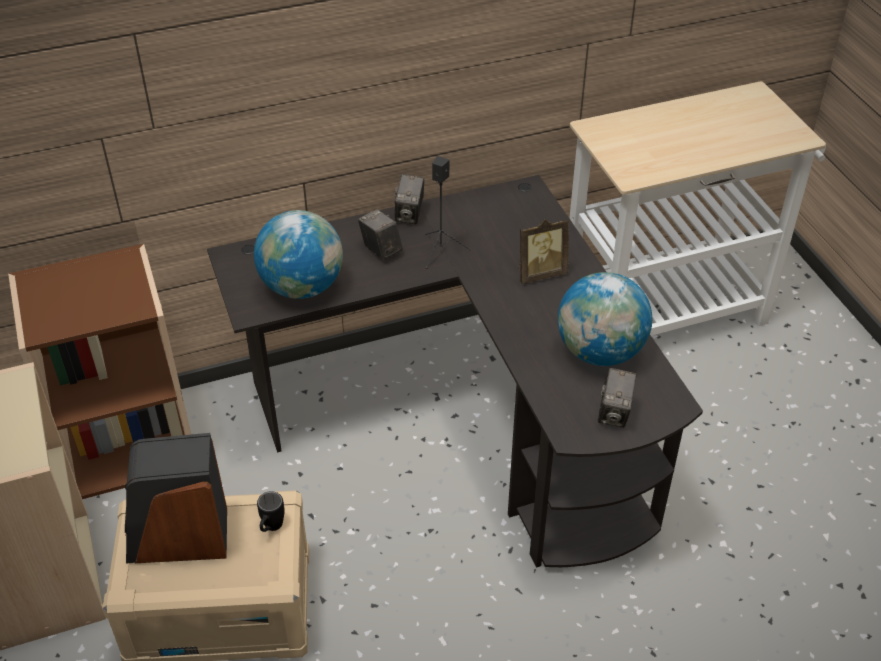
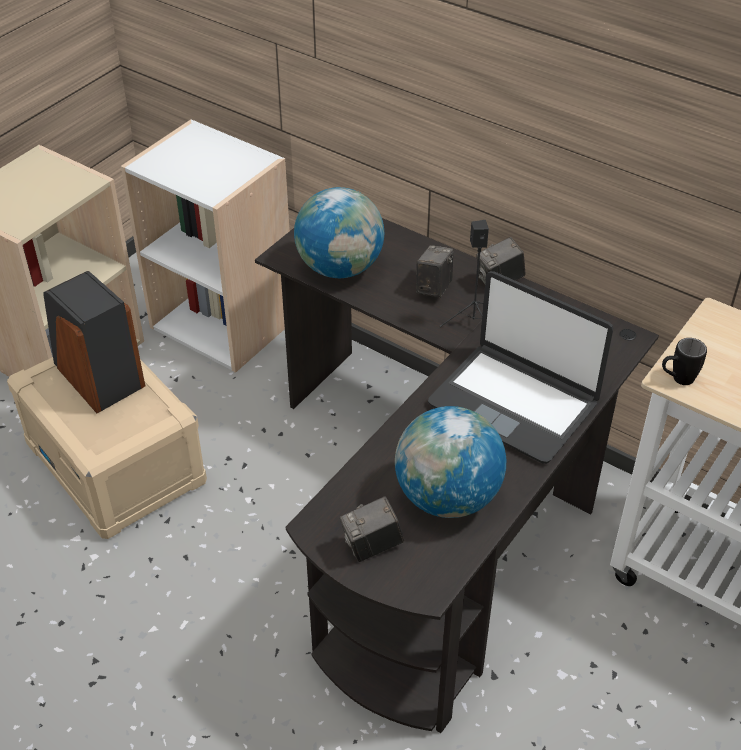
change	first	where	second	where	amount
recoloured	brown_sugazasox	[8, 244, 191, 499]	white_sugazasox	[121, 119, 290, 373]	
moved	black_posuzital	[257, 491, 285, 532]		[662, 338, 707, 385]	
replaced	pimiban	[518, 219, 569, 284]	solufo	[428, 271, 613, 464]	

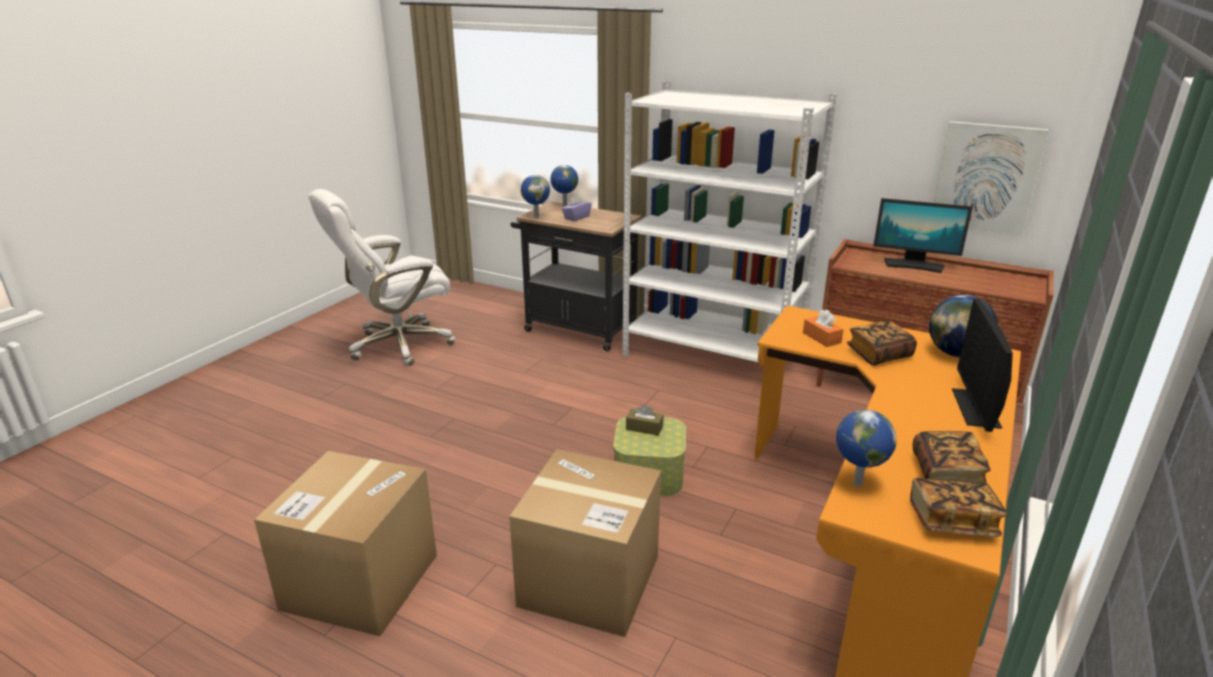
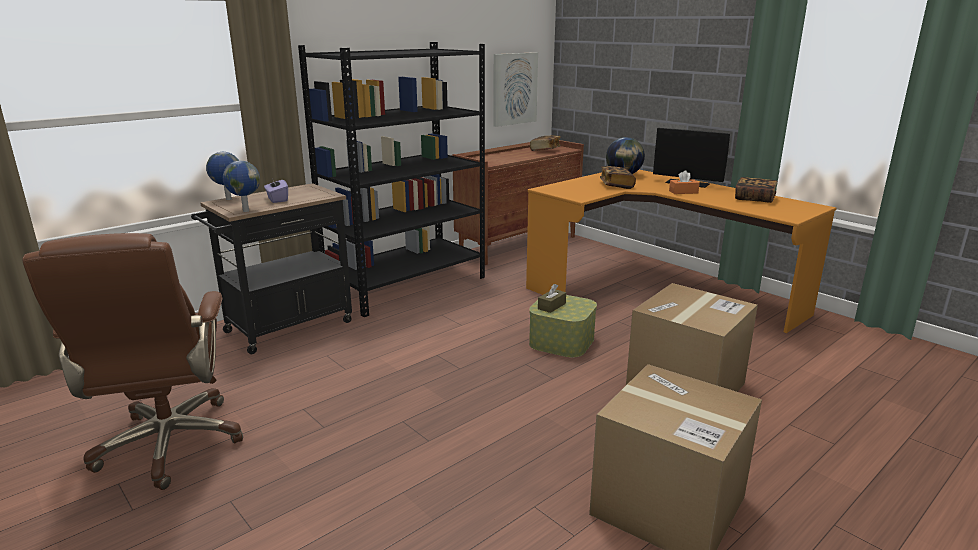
change	first	where	second	where	amount
recoloured	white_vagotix	[308, 189, 456, 366]	brown_vagotix	[23, 233, 243, 490]	
recoloured	white_sugazasox	[623, 81, 837, 362]	black_sugazasox	[298, 42, 485, 317]	
moved	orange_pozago	[803, 309, 844, 347]		[669, 170, 700, 194]	
removed	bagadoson	[836, 410, 897, 486]			
removed	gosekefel	[873, 198, 973, 273]			
moved	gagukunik	[910, 478, 1007, 537]		[530, 136, 561, 151]	

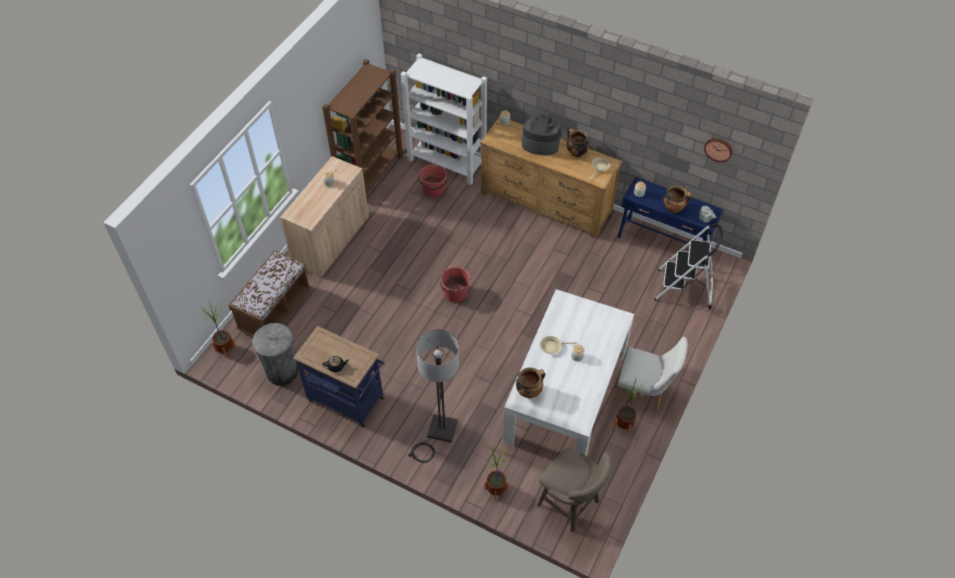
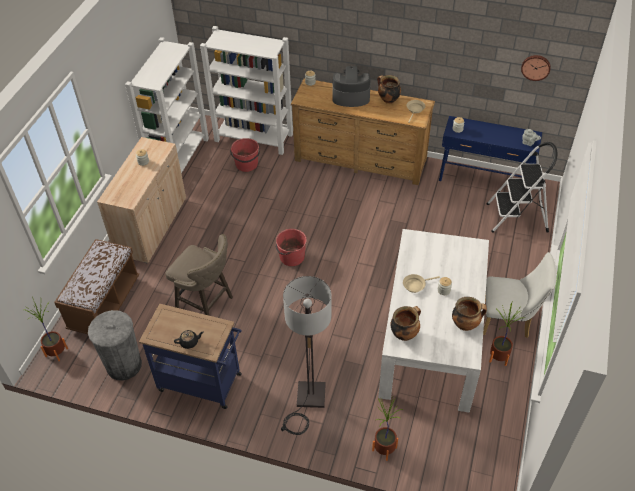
change	first	where	second	where	amount
recoloured	brown_sugazasox	[322, 59, 403, 201]	white_sugazasox	[125, 37, 209, 173]	
moved	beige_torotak	[538, 448, 612, 533]		[165, 234, 233, 315]	
moved	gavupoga	[663, 185, 692, 213]		[452, 297, 487, 331]	

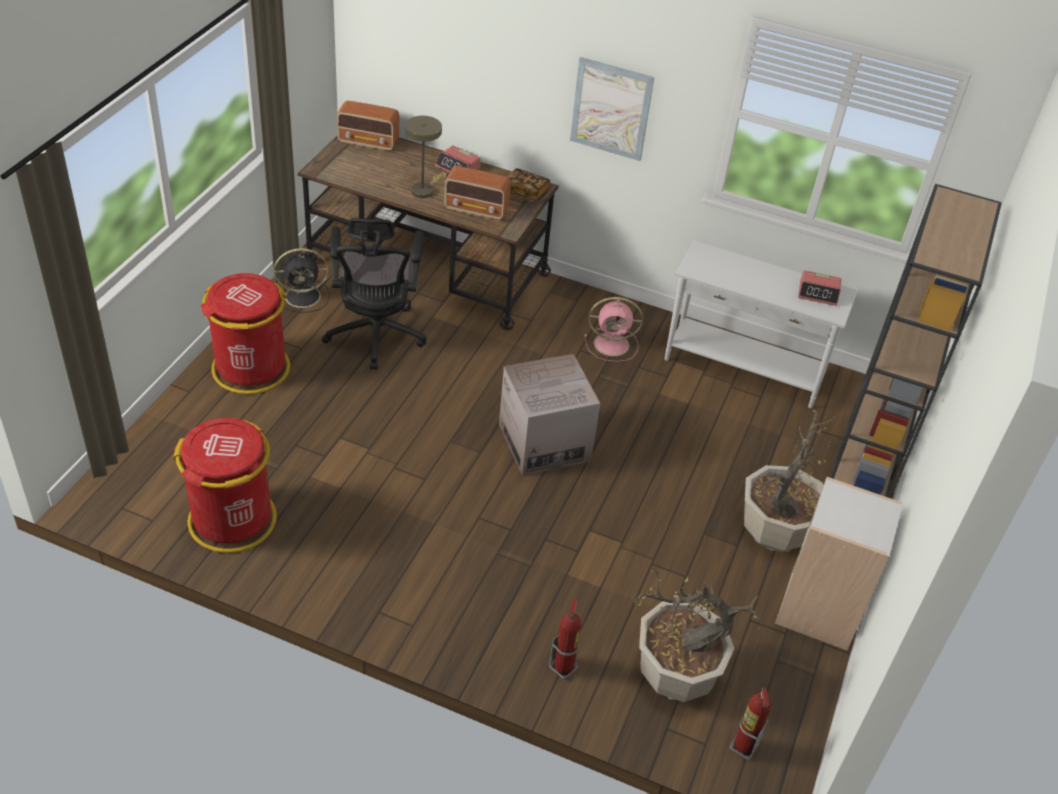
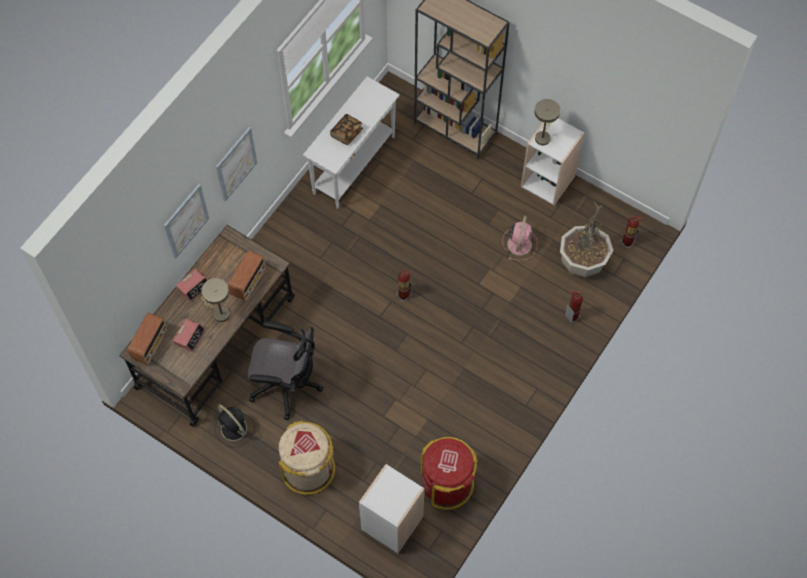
change	first	where	second	where	amount
recoloured	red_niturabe	[201, 273, 290, 394]	beige_niturabe	[279, 421, 335, 495]	
turned	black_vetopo	[274, 248, 330, 313]		[215, 404, 255, 448]	135 degrees clockwise
replaced	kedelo	[499, 354, 600, 476]	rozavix	[396, 270, 412, 302]	
moved	gagukunik	[507, 168, 550, 203]		[330, 114, 363, 145]	
moved	pink_vetopo	[584, 297, 643, 362]		[502, 216, 537, 261]	
removed	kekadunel	[744, 409, 837, 552]			
moved	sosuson	[798, 270, 841, 306]		[173, 318, 206, 352]	
added			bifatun	[164, 184, 209, 258]	
added			sugazasox	[359, 464, 425, 553]	
added			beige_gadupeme	[535, 99, 560, 145]	

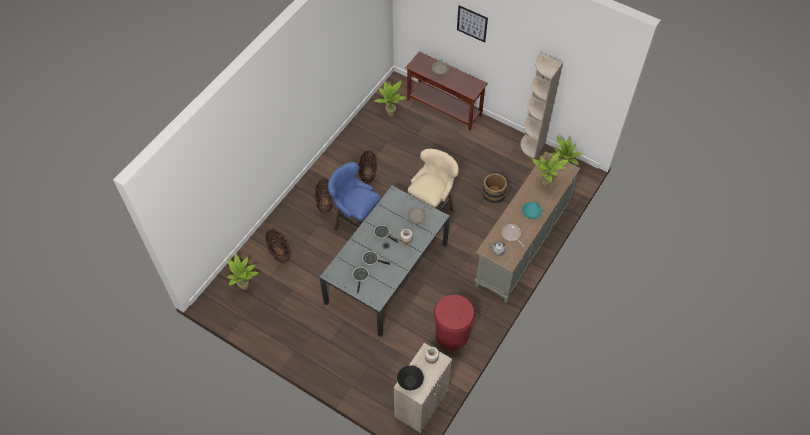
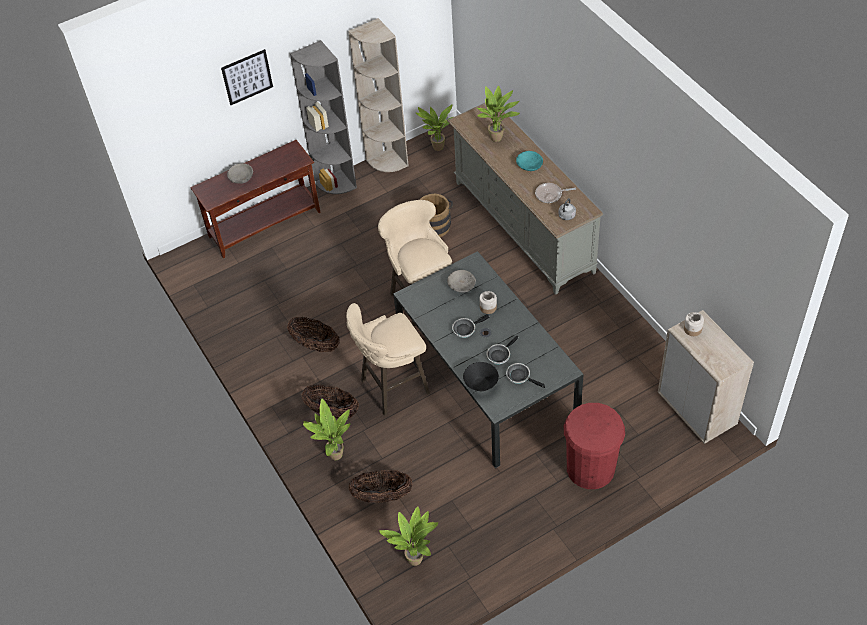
change	first	where	second	where	amount
recoloured	blue_torotak	[328, 162, 381, 231]	beige_torotak	[346, 303, 430, 416]	
moved	kekadunel	[374, 80, 406, 116]		[303, 399, 350, 460]	
moved	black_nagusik	[397, 365, 424, 390]		[463, 362, 499, 391]	
moved	red_niturabe	[434, 295, 475, 350]		[564, 403, 625, 489]	
added			grey_sugazasox	[290, 40, 357, 194]	

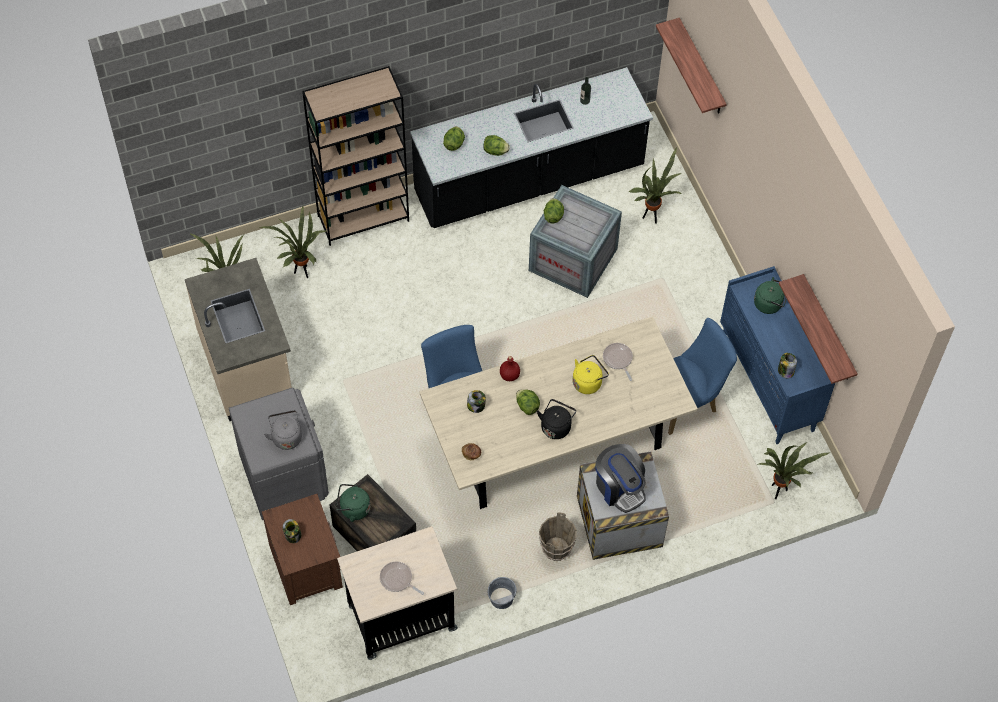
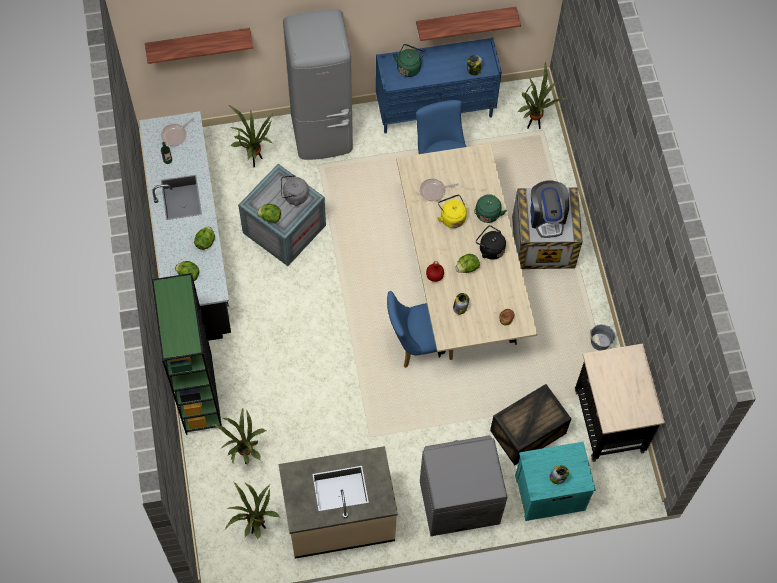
change	first	where	second	where	amount
recoloured	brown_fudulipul	[262, 494, 343, 605]	turquoise_fudulipul	[515, 442, 596, 521]	
moved	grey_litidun	[264, 410, 302, 450]		[281, 175, 309, 206]	
recoloured	beige_sugazasox	[302, 66, 409, 246]	green_sugazasox	[152, 273, 222, 435]	
moved	green_litidun	[336, 484, 370, 522]		[474, 194, 507, 223]	
moved	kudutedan	[380, 561, 424, 595]		[161, 118, 194, 146]	
removed	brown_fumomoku	[539, 512, 577, 561]			
turned	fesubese	[596, 444, 646, 513]		[530, 181, 569, 238]	105 degrees clockwise
added			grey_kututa	[283, 9, 353, 160]	

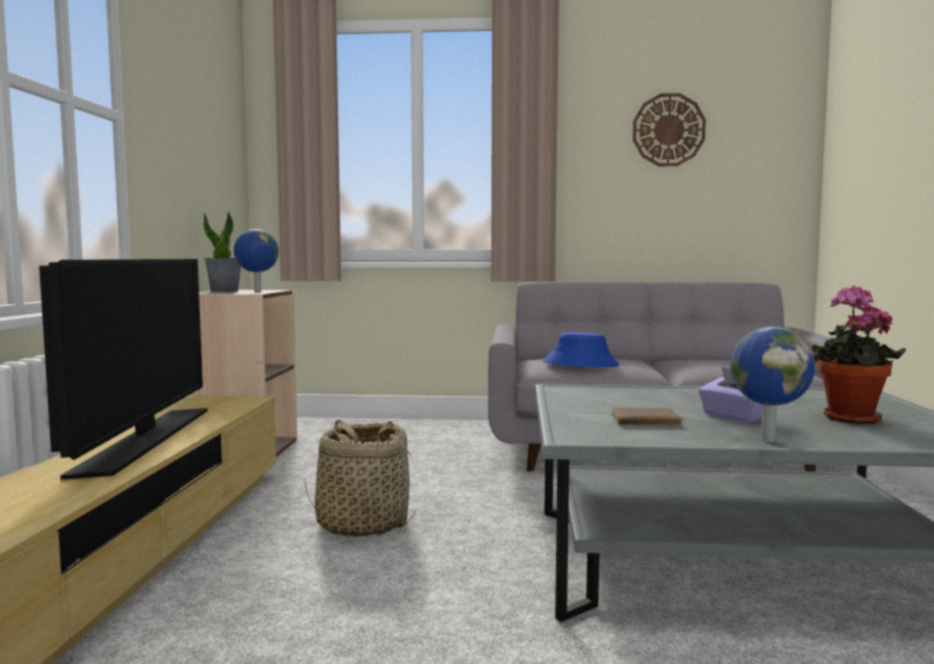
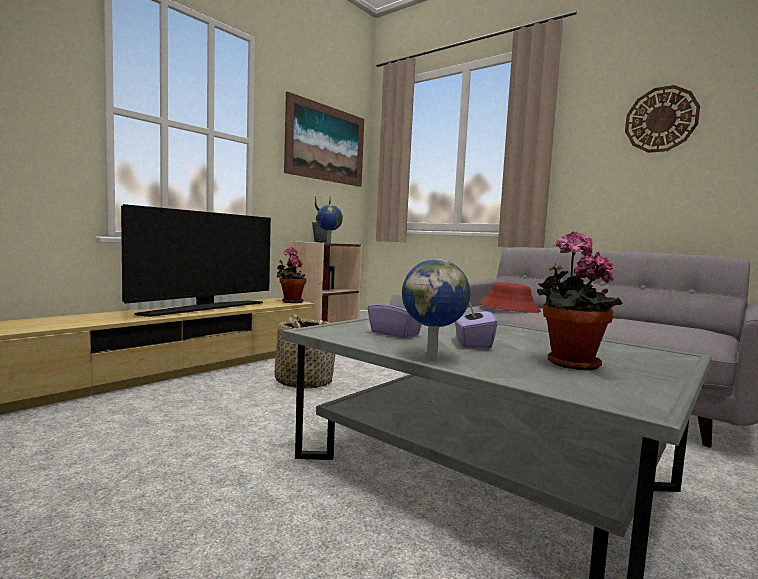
change	first	where	second	where	amount
recoloured	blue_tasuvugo	[543, 332, 619, 367]	red_tasuvugo	[479, 282, 541, 313]	
replaced	brown_gagukunik	[611, 407, 685, 425]	purple_pozago	[368, 294, 422, 339]	
added			kekadunel	[277, 247, 307, 303]	
added			bifatun	[284, 91, 364, 187]	

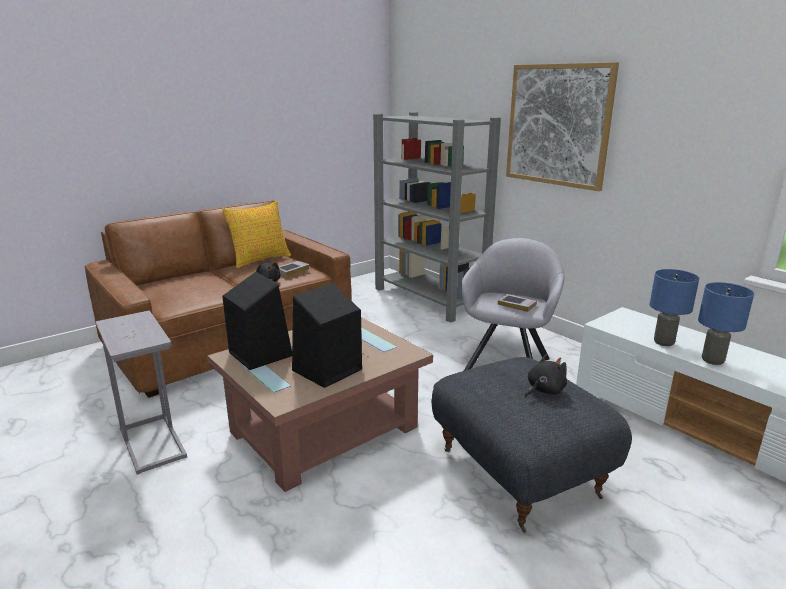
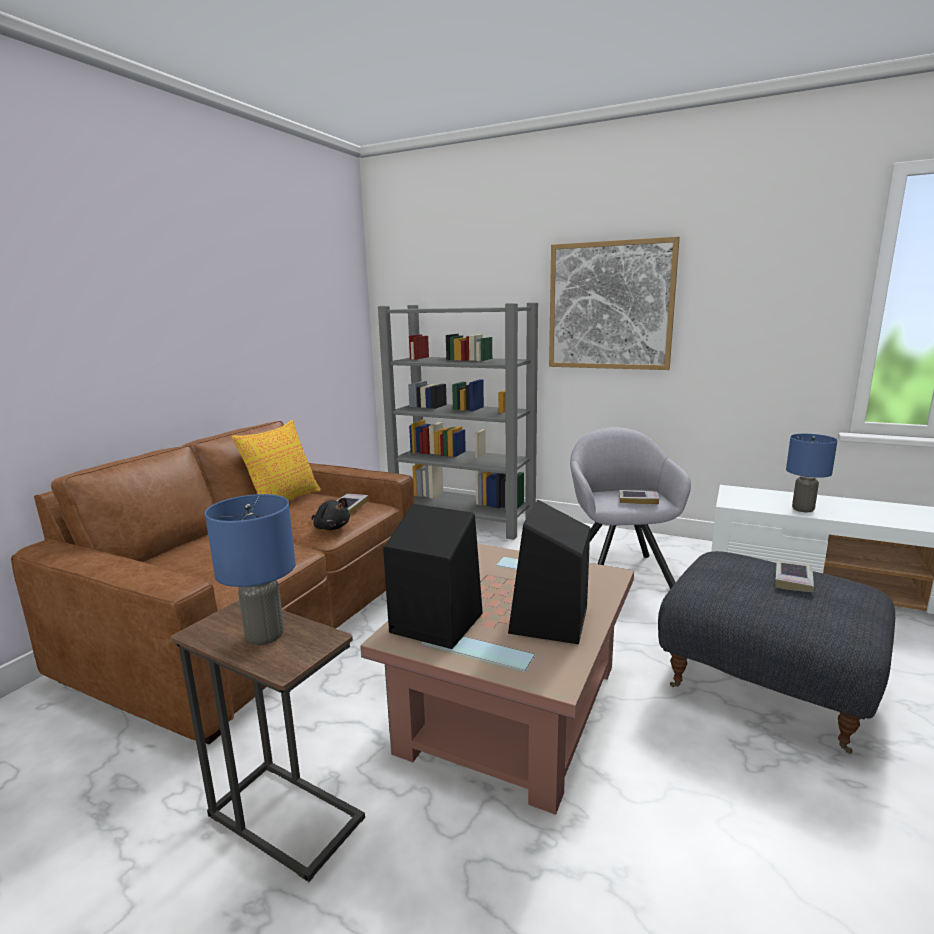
change	first	where	second	where	amount
recoloured	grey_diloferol	[96, 311, 187, 475]	brown_diloferol	[171, 600, 365, 882]	
replaced	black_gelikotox	[524, 354, 567, 398]	gagukunik	[775, 561, 814, 592]	
moved	blue_gadupeme	[698, 282, 754, 365]		[205, 494, 296, 645]	

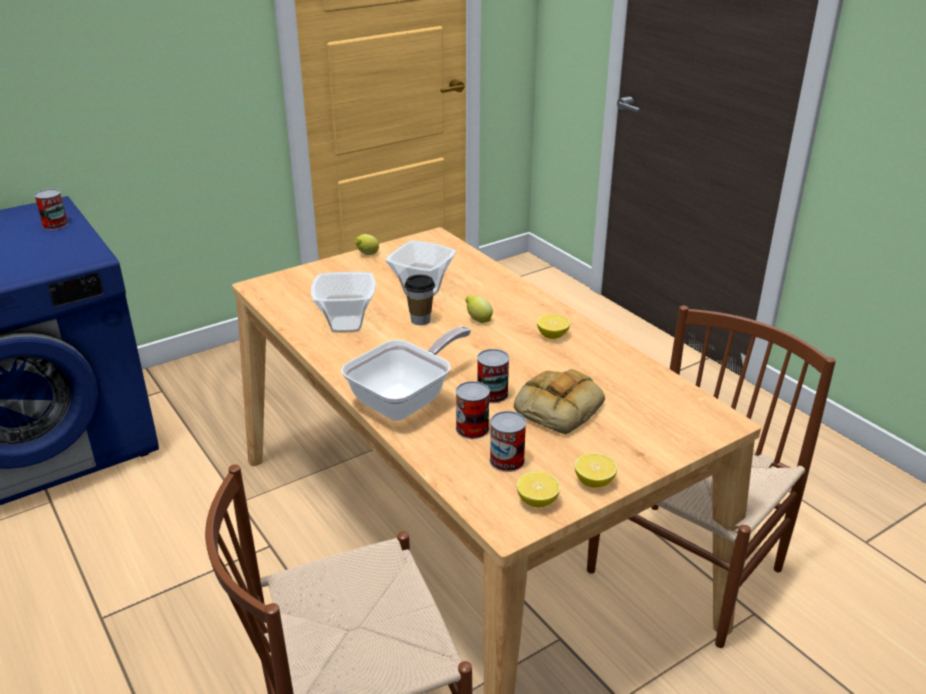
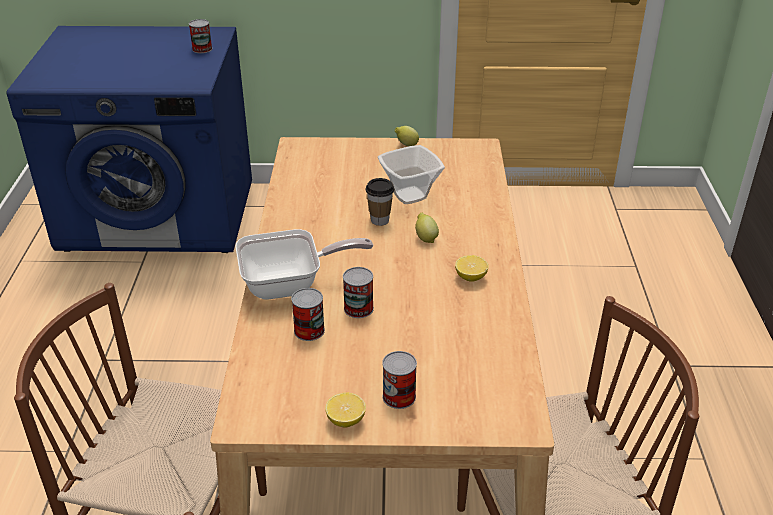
change	first	where	second	where	amount
removed	nagusik	[311, 272, 376, 333]			
moved	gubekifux	[490, 411, 526, 472]		[382, 351, 417, 409]	
removed	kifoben	[514, 369, 605, 434]			
removed	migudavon	[517, 472, 561, 507]			

